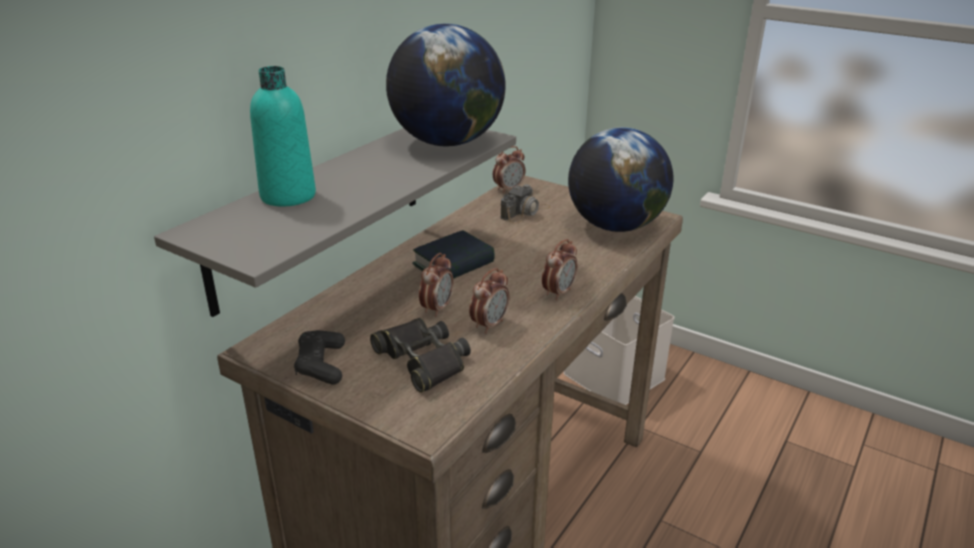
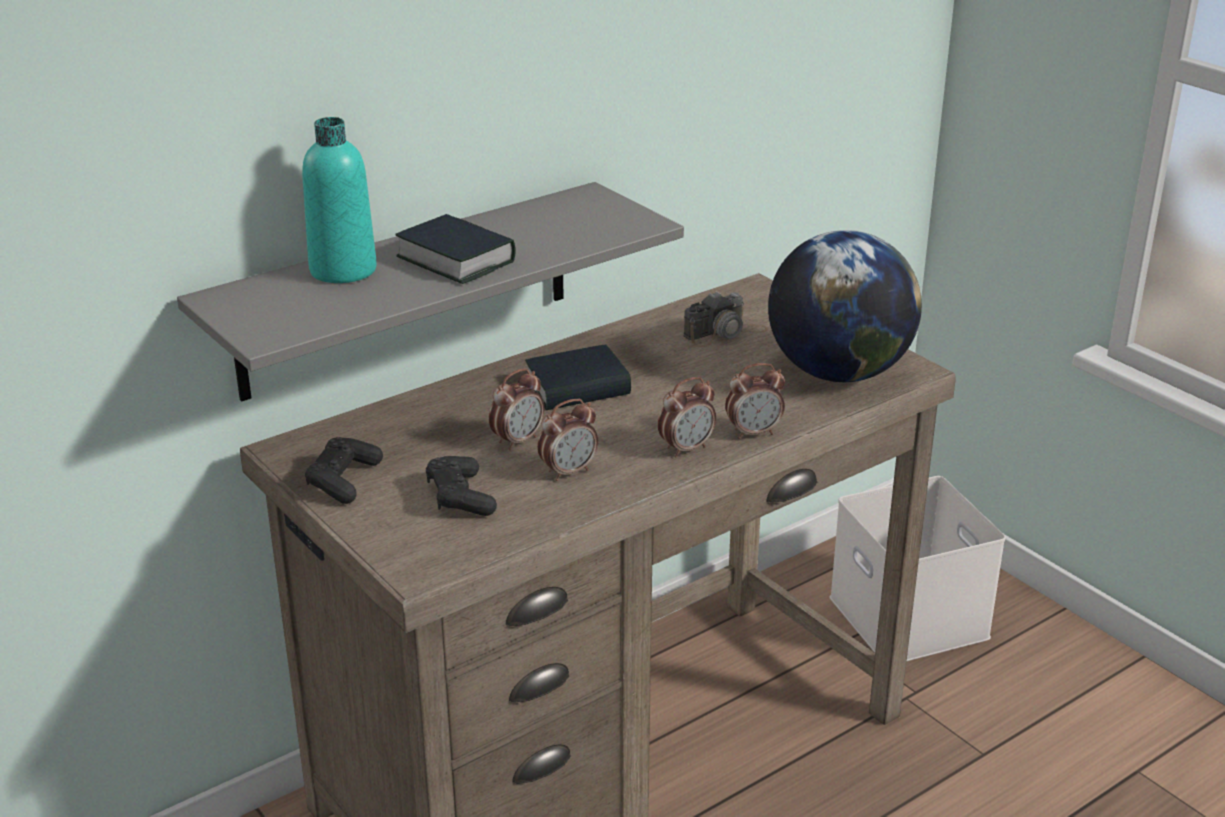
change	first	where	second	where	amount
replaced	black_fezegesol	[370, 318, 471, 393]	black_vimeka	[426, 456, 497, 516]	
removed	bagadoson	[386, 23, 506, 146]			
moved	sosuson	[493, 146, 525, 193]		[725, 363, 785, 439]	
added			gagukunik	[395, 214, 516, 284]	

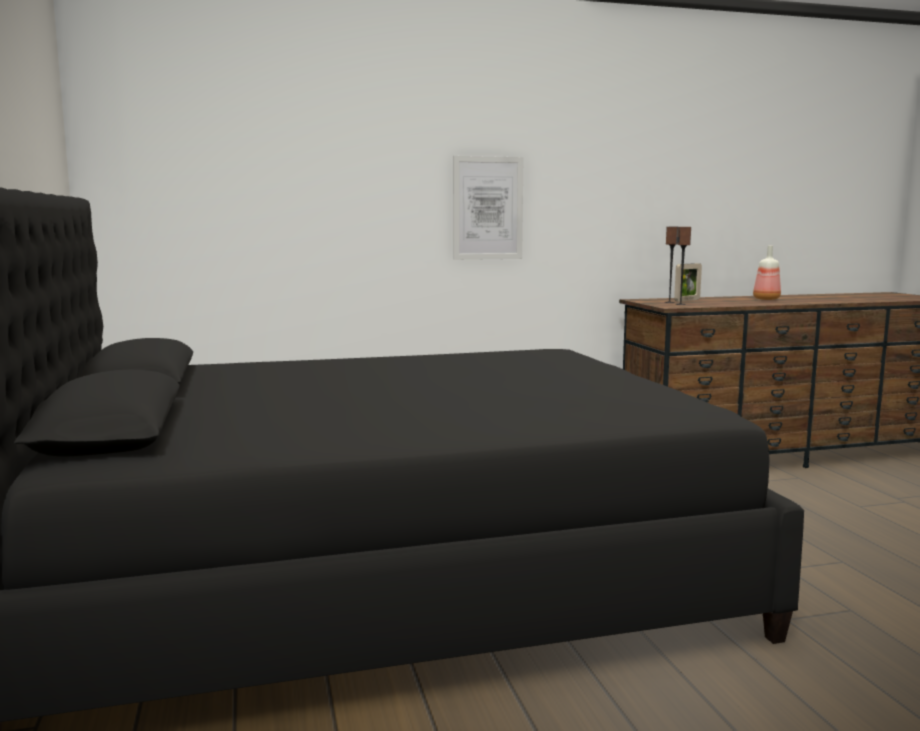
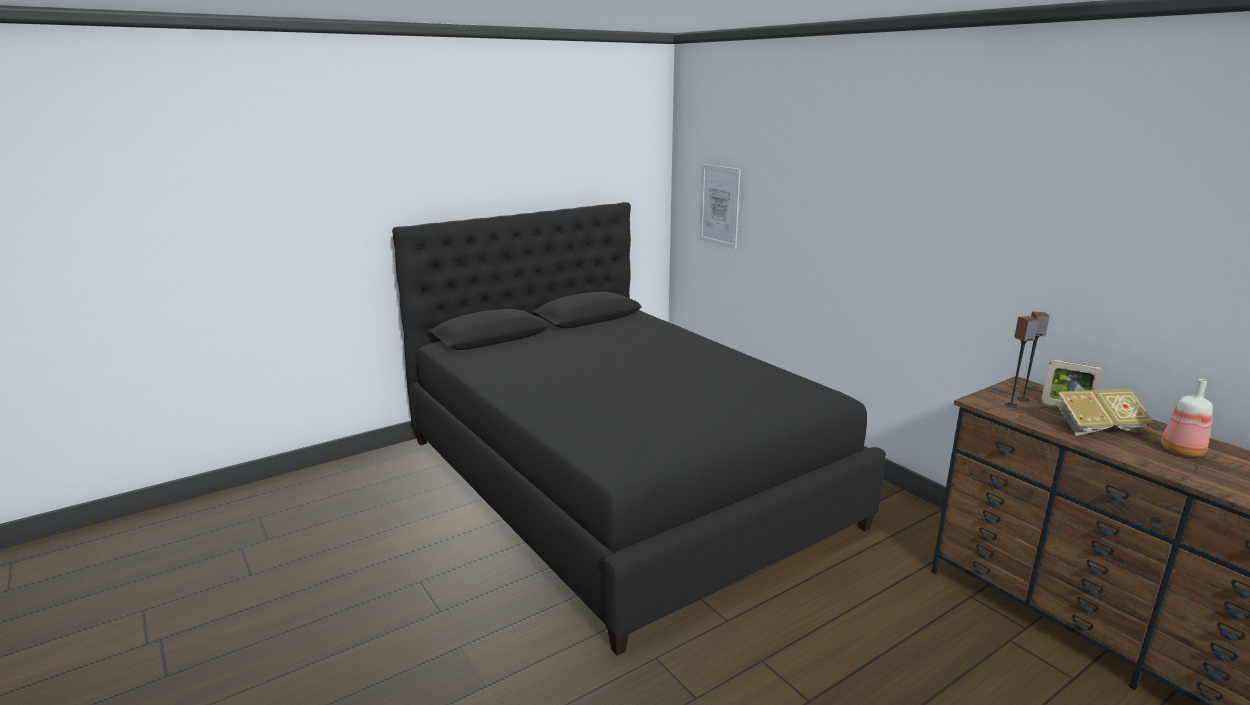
change	first	where	second	where	amount
moved	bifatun	[453, 156, 524, 260]		[699, 164, 741, 249]	
added			gagukunik	[1056, 389, 1155, 436]	

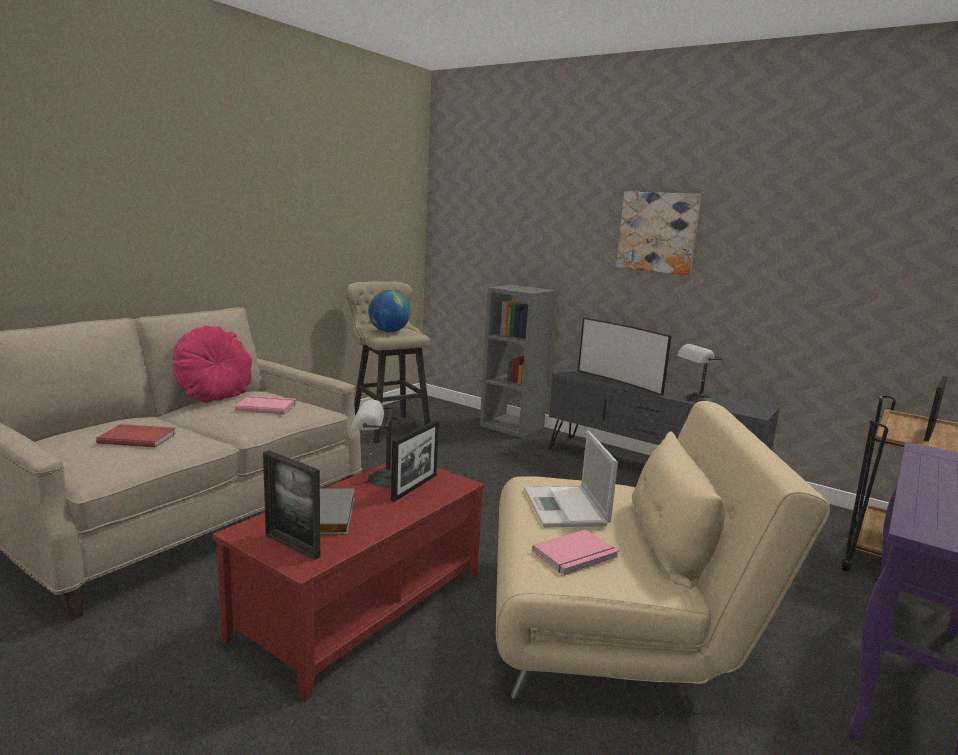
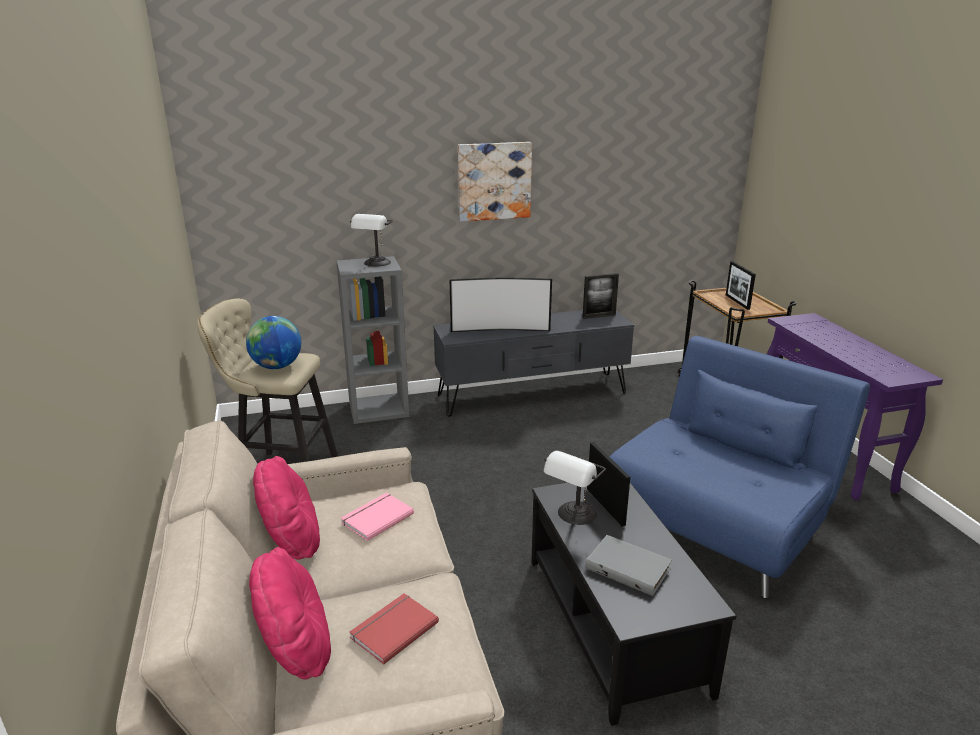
change	first	where	second	where	amount
recoloured	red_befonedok	[212, 461, 484, 701]	black_befonedok	[531, 483, 736, 726]	
moved	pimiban	[263, 450, 320, 560]		[582, 273, 619, 319]	
recoloured	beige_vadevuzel	[496, 401, 830, 714]	blue_vadevuzel	[609, 336, 870, 599]	
removed	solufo	[524, 431, 618, 528]			
removed	pink_gagukunik	[532, 529, 619, 576]			
moved	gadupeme	[677, 344, 723, 402]		[350, 214, 393, 267]	
added			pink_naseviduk	[249, 547, 331, 679]	

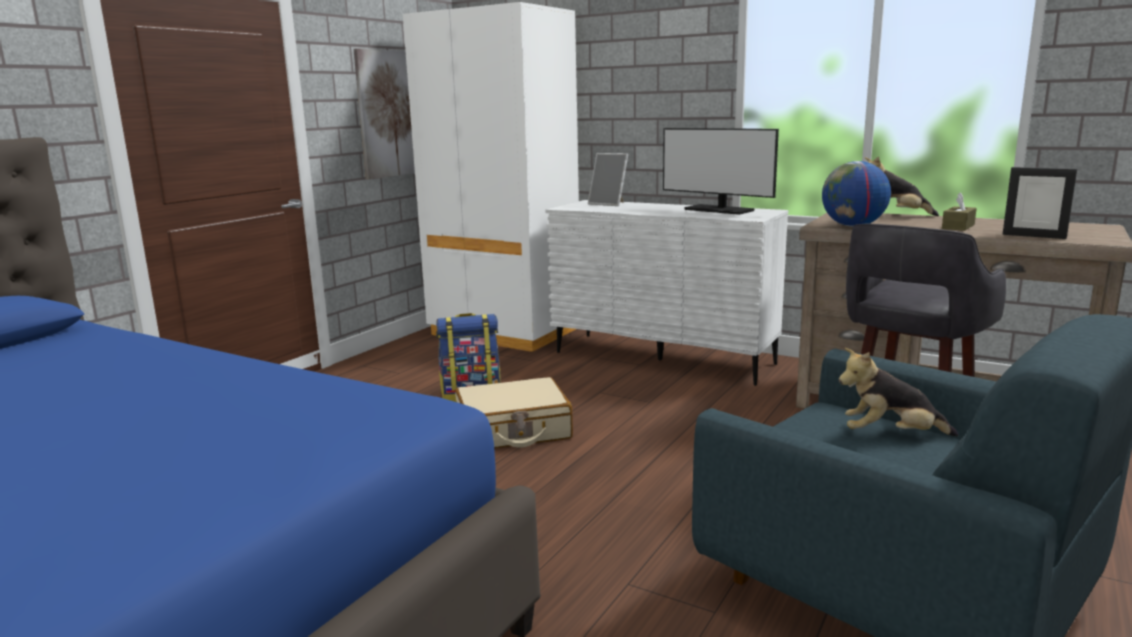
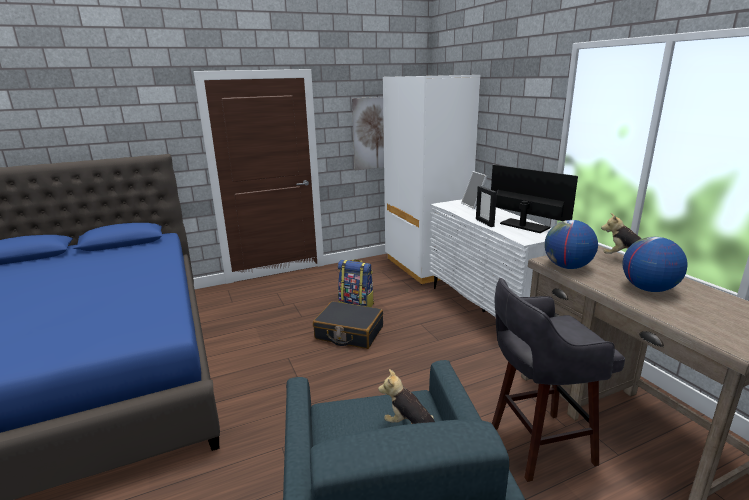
change	first	where	second	where	amount
recoloured	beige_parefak	[455, 377, 573, 448]	black_parefak	[313, 301, 383, 349]	
turned	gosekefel	[663, 128, 779, 215]		[491, 165, 578, 233]	150 degrees clockwise
replaced	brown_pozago	[942, 192, 977, 231]	bagadoson	[622, 237, 688, 292]	
moved	pimiban	[1002, 167, 1077, 239]		[476, 186, 497, 227]	

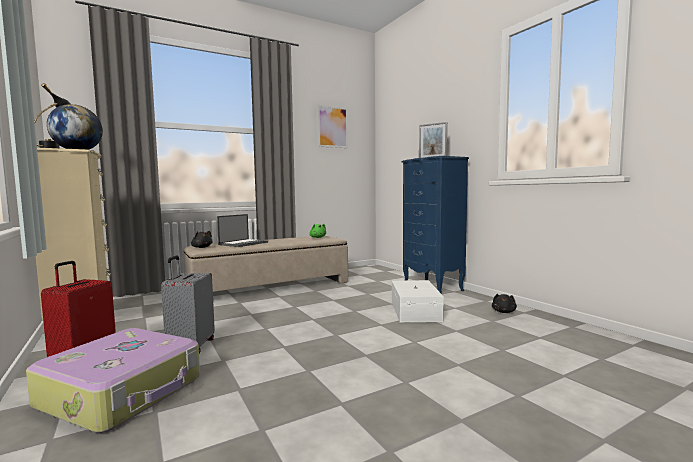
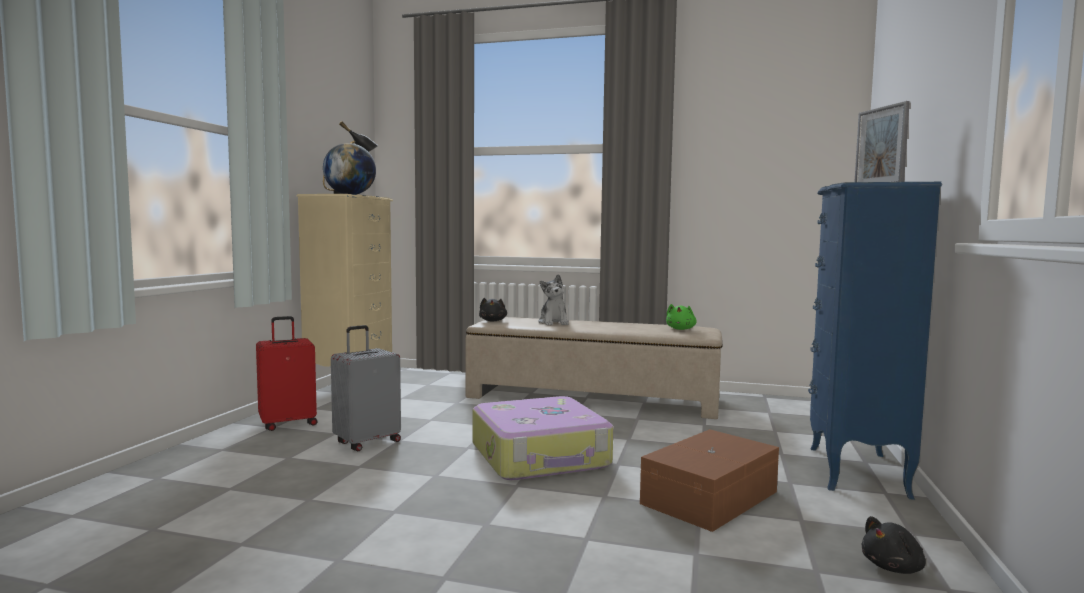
change	first	where	second	where	amount
moved	parefak	[26, 328, 200, 433]		[472, 396, 613, 480]	
replaced	solufo	[217, 214, 268, 247]	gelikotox	[538, 274, 569, 325]	
removed	bifatun	[317, 105, 348, 148]			
recoloured	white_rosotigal	[392, 280, 444, 322]	brown_rosotigal	[640, 429, 779, 532]	

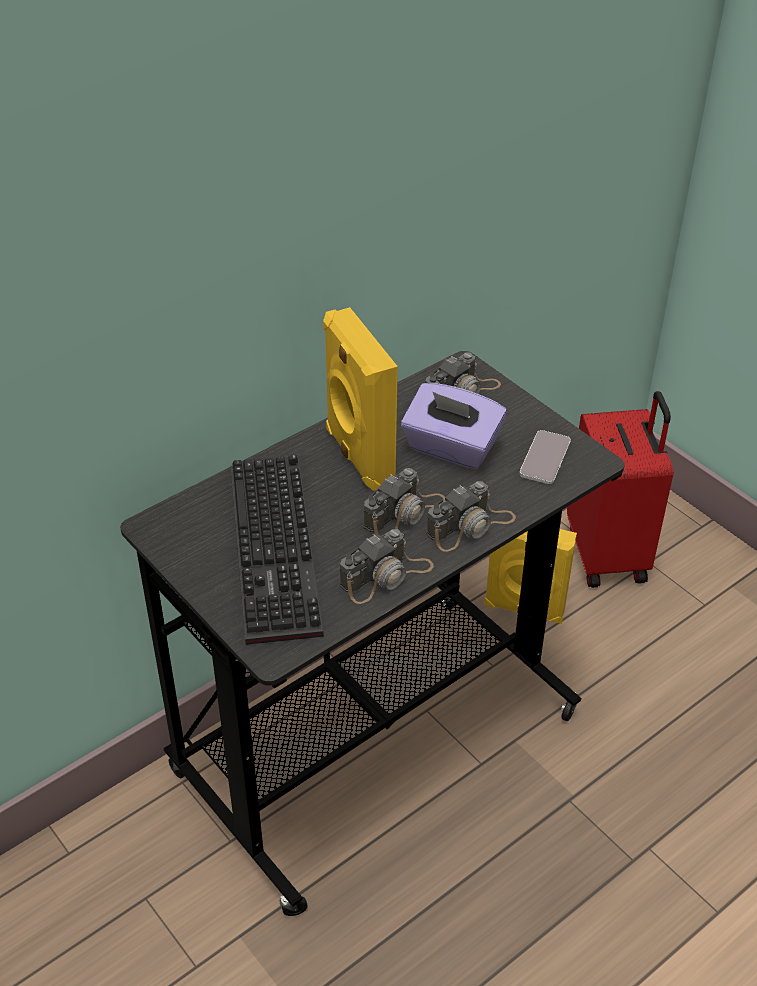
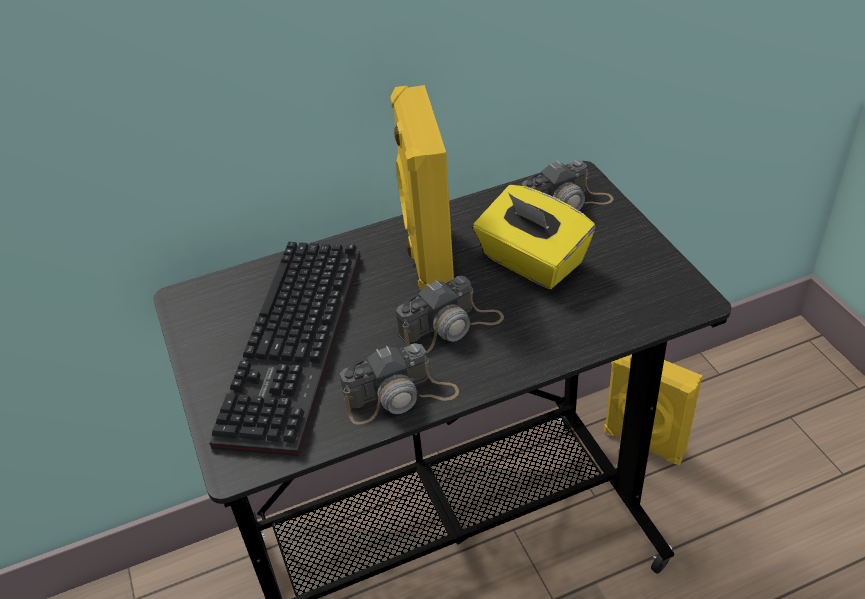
change	first	where	second	where	amount
recoloured	purple_pozago	[401, 383, 507, 469]	yellow_pozago	[473, 185, 595, 289]	
removed	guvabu	[426, 481, 516, 552]			
removed	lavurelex	[519, 430, 571, 484]			
removed	red_parefak	[567, 391, 673, 588]			

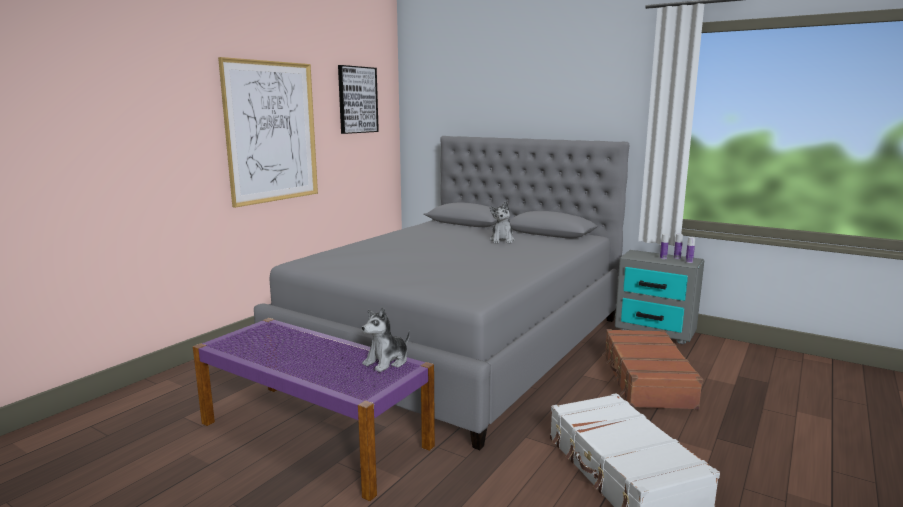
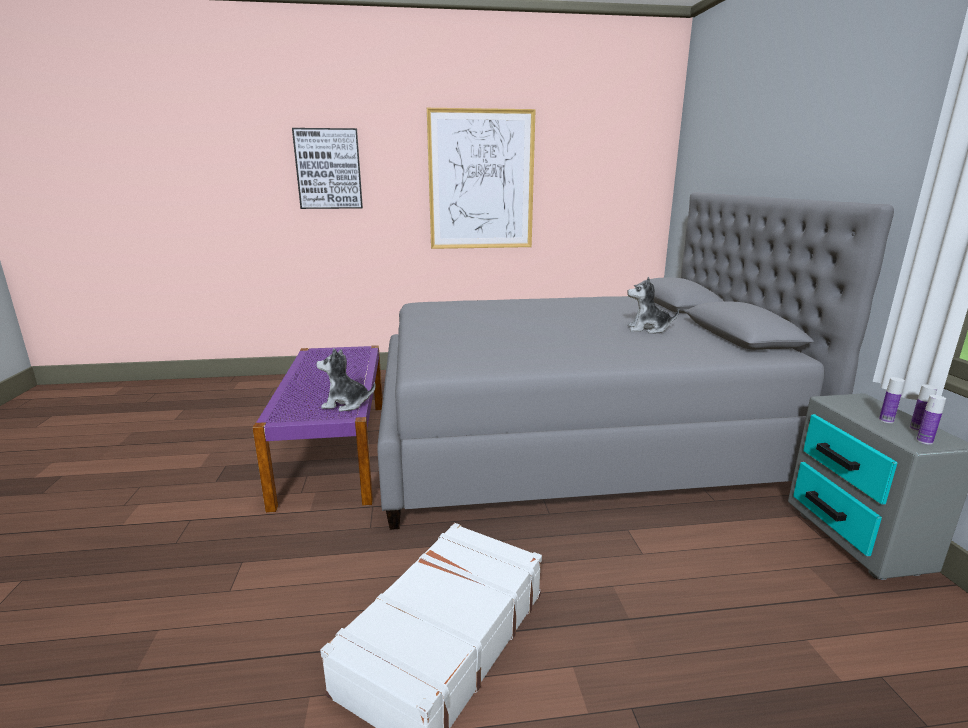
change	first	where	second	where	amount
moved	bifatun	[338, 65, 379, 134]		[292, 128, 363, 209]	
turned	gelikotox	[489, 201, 515, 244]		[627, 277, 679, 334]	45 degrees clockwise
removed	brown_parefak	[602, 329, 703, 410]			

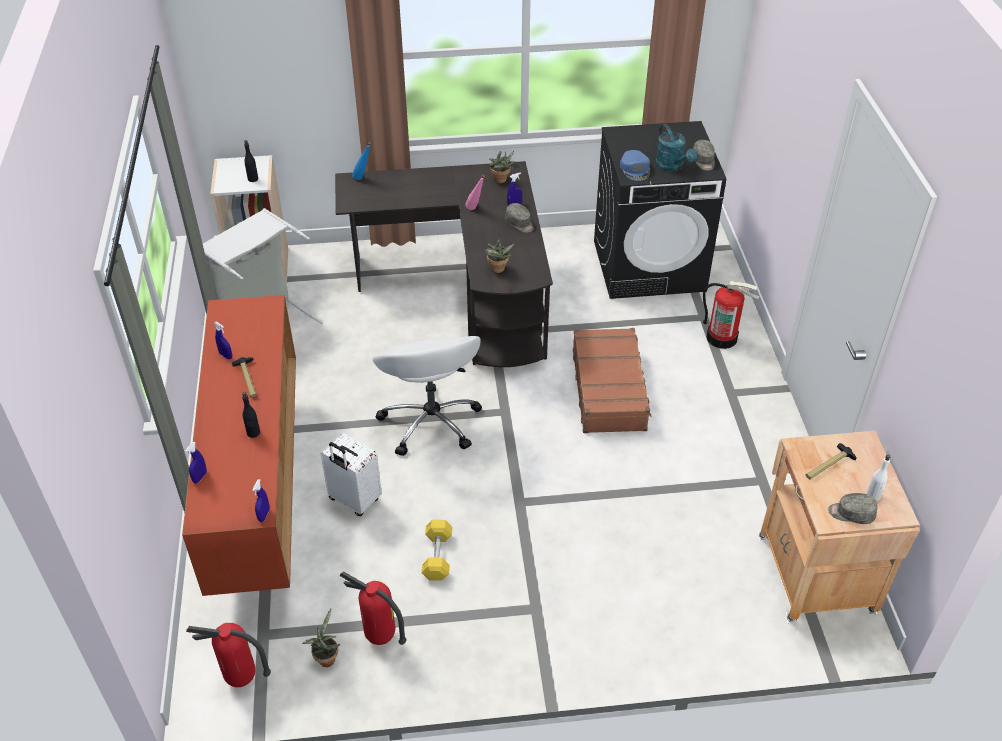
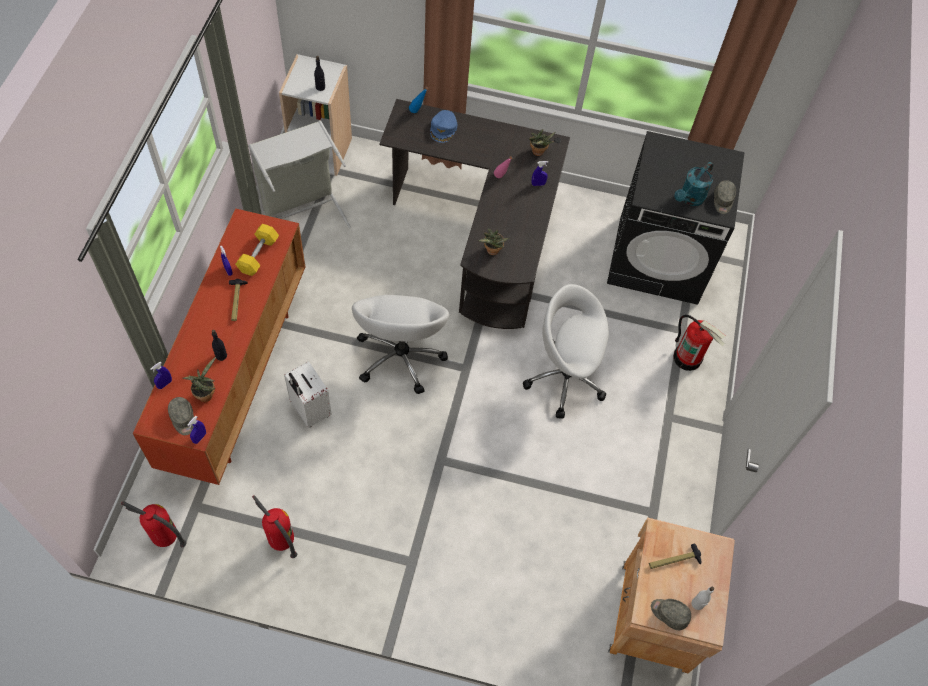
change	first	where	second	where	amount
moved	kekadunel	[302, 608, 340, 667]		[182, 357, 216, 402]	
moved	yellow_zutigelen	[422, 520, 452, 581]		[235, 224, 279, 276]	
moved	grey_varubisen	[505, 203, 534, 233]		[168, 397, 194, 435]	
replaced	brown_parefak	[573, 328, 652, 433]	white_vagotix	[523, 284, 609, 419]	
moved	blue_varubisen	[620, 150, 650, 181]		[430, 110, 457, 143]	
turned	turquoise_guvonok	[655, 124, 697, 172]		[675, 162, 713, 206]	45 degrees clockwise

